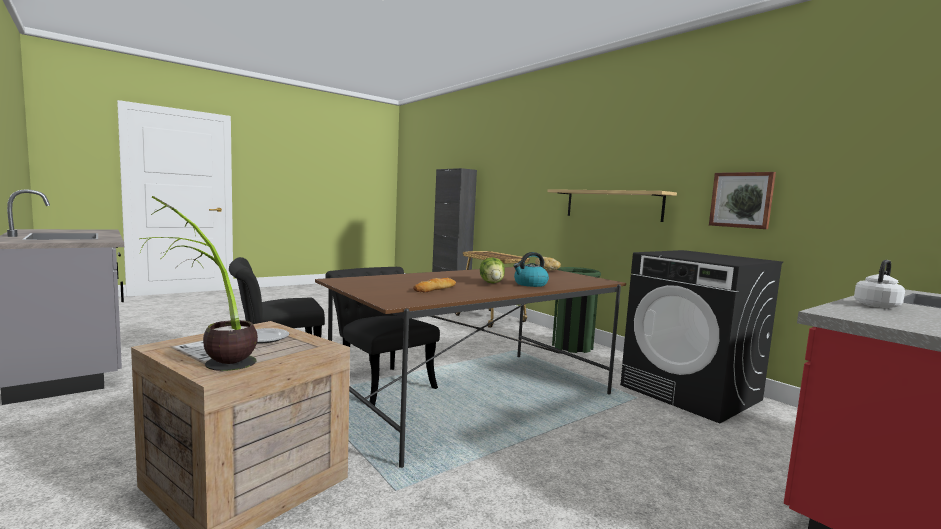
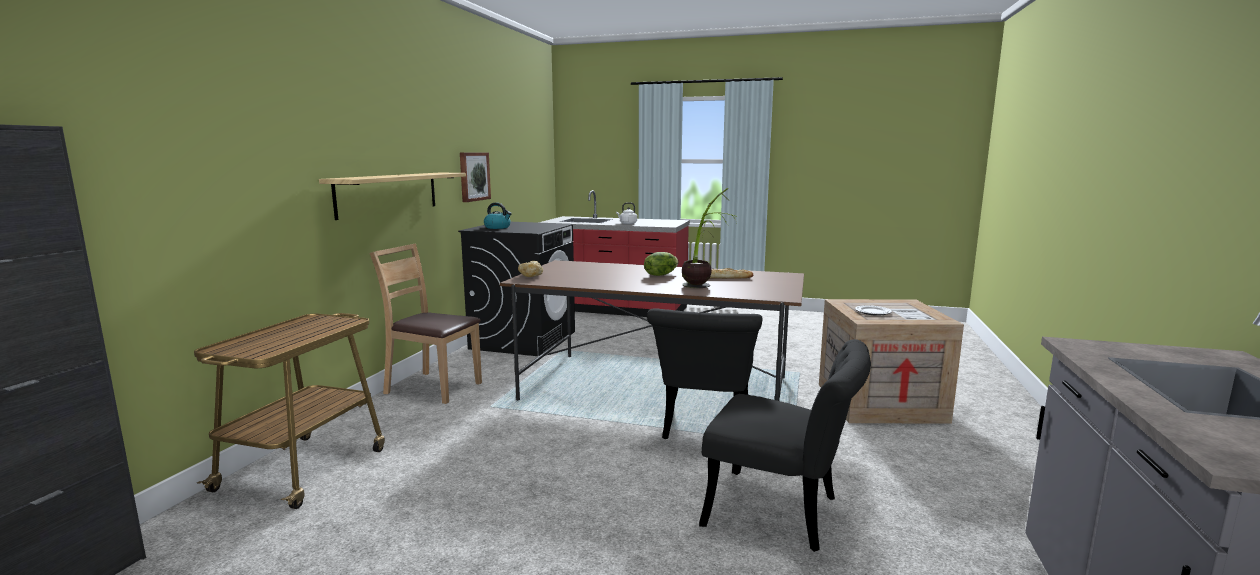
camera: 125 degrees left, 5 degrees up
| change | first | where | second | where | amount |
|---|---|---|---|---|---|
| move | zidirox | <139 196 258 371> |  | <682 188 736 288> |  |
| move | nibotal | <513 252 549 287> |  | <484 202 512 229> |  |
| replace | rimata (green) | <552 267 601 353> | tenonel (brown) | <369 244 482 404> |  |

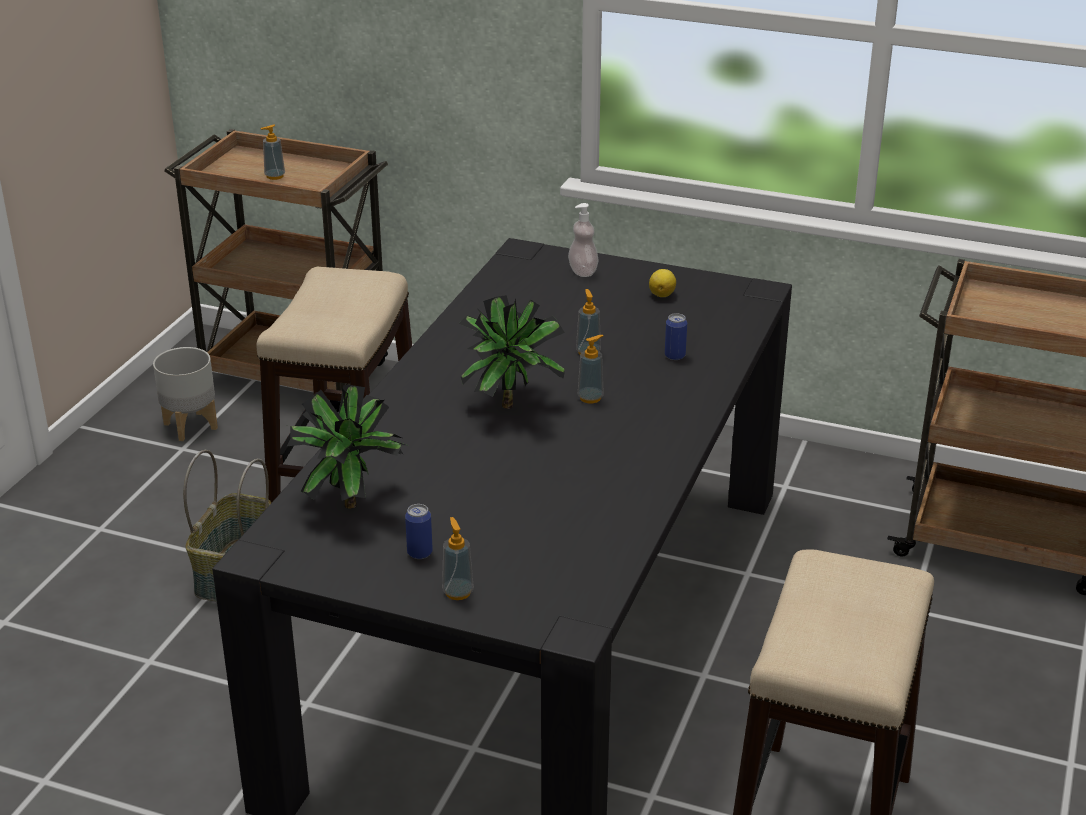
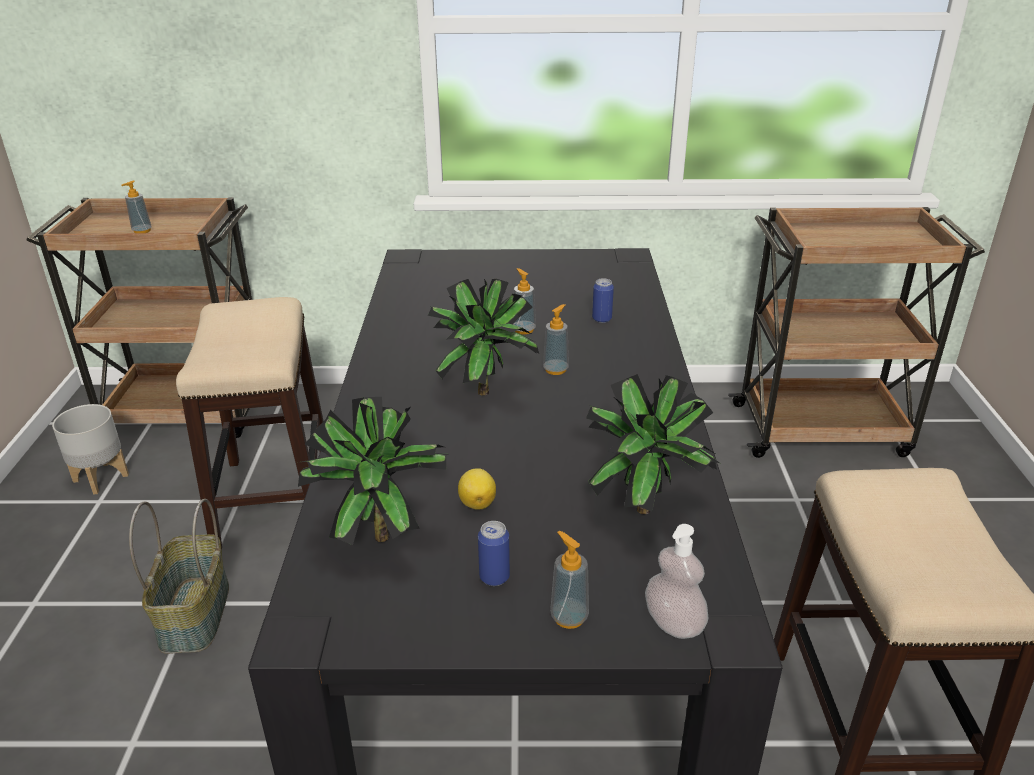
camera: 20 degrees left, 0 degrees up
| change | first | where | second | where | amount |
|---|---|---|---|---|---|
| move | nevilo | <568 203 599 277> |  | <645 524 708 639> |  |
| move | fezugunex | <649 269 676 297> |  | <458 468 496 510> |  |
| insert |  |  | zidirox | <586 374 720 514> |  |

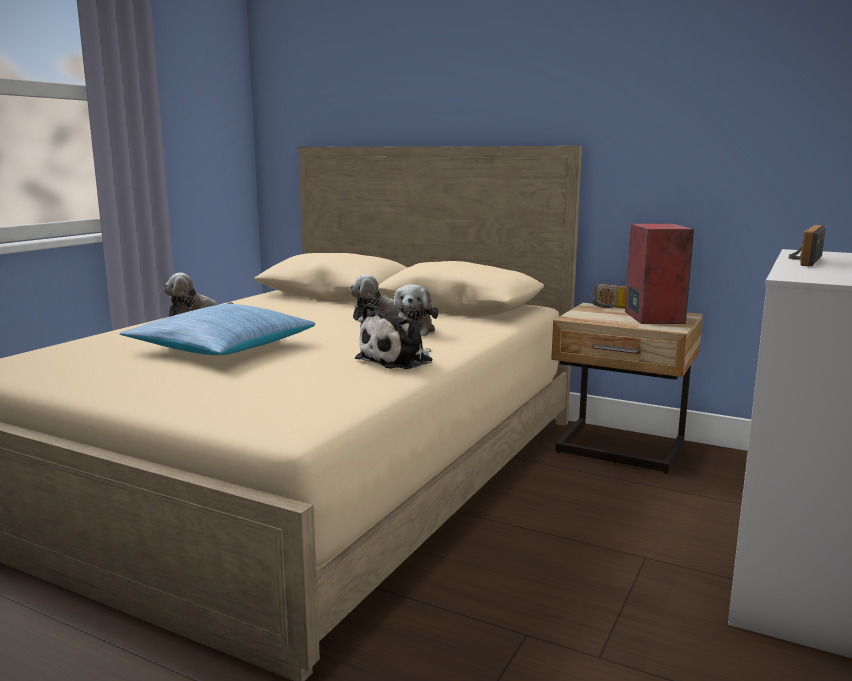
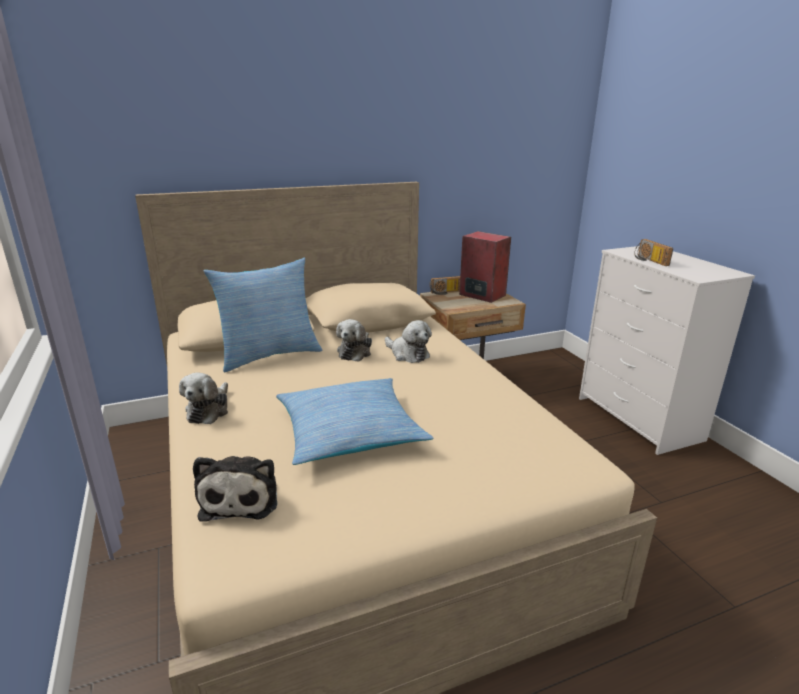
camera: 50 degrees left, 10 degrees up
| change | first | where | second | where | amount |
|---|---|---|---|---|---|
| move | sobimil | <355 303 432 369> |  | <193 456 277 522> |  |
| insert |  |  | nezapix | <204 258 323 372> |  |

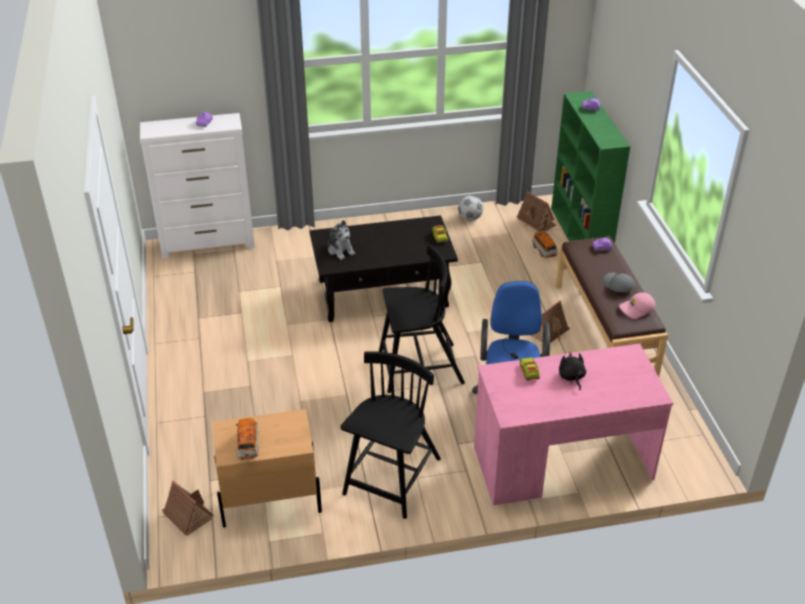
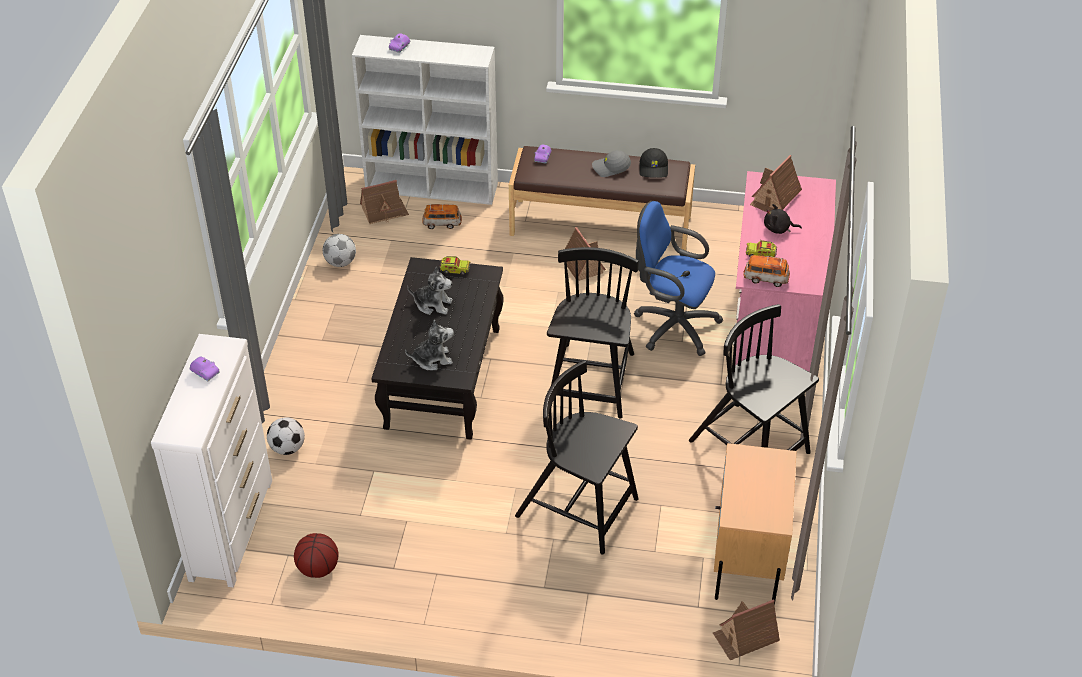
camera: 70 degrees left, 5 degrees up
| change | first | where | second | where | amount |
|---|---|---|---|---|---|
| move | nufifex | <236 418 259 460> |  | <743 255 790 287> |  |
| recolor | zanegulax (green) | <551 91 630 243> | zanegulax (white) | <352 35 498 205> |  |
| recolor | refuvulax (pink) | <619 292 656 319> | refuvulax (black) | <639 148 668 178> |  |
| insert |  |  | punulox | <267 417 305 455> |  |
| insert |  |  | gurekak | <294 533 339 578> |  |
| insert |  |  | sobimil | <407 267 453 315> |  |
| insert |  |  | tenonel (black) | <515 360 639 554> |  |
| insert |  |  | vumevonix | <750 155 802 212> |  |

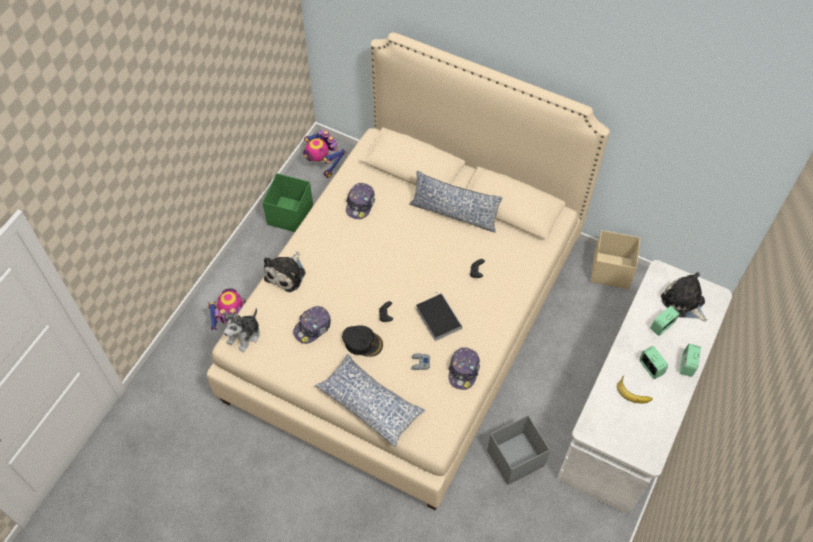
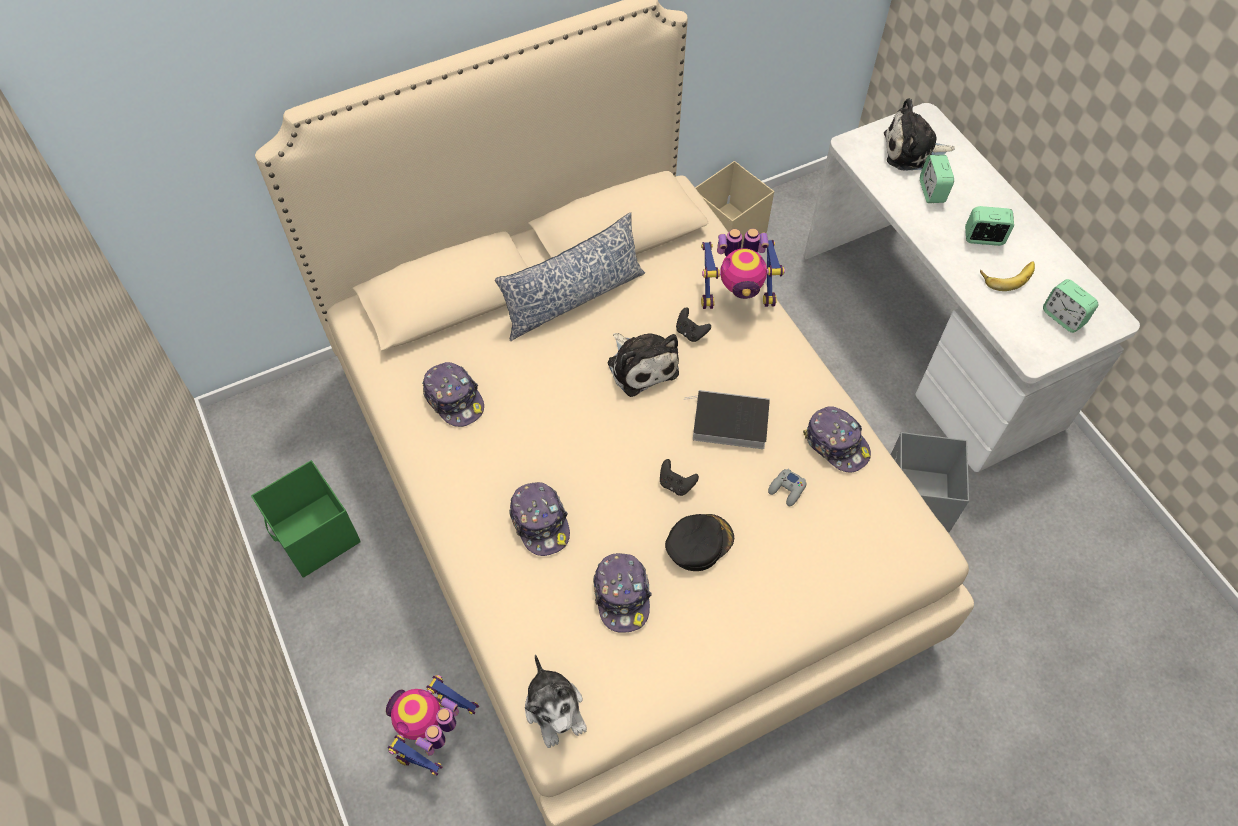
camera: 55 degrees left, 0 degrees up
| change | first | where | second | where | amount |
|---|---|---|---|---|---|
| move | sobimil | <264 252 305 292> |  | <608 333 679 397> |  |
| move | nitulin | <303 129 346 178> |  | <701 228 785 309> |  |
| delete | nezapix | <315 354 425 447> |  |  |  |
| move | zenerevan | <680 344 701 377> |  | <1043 279 1098 333> |  |
| insert |  |  | refuvulax | <509 482 570 556> |  |

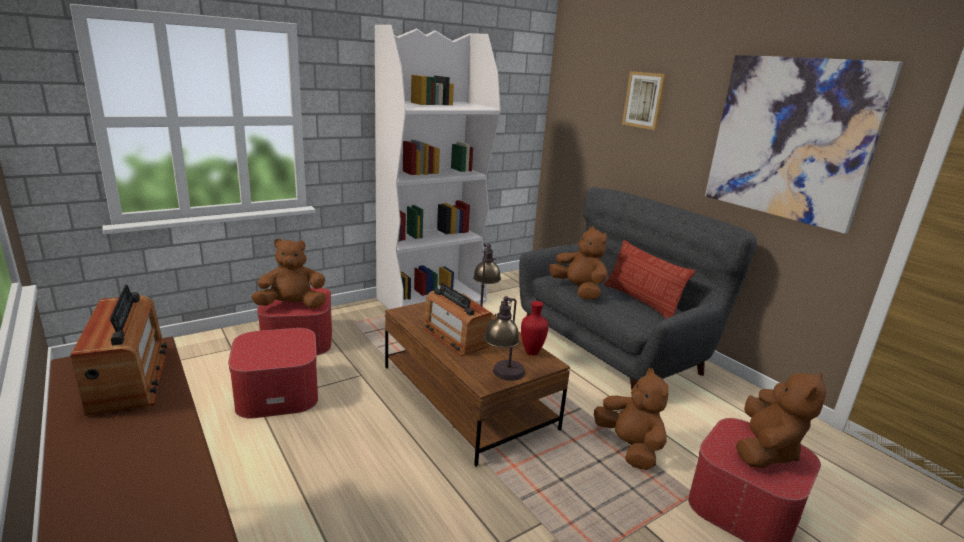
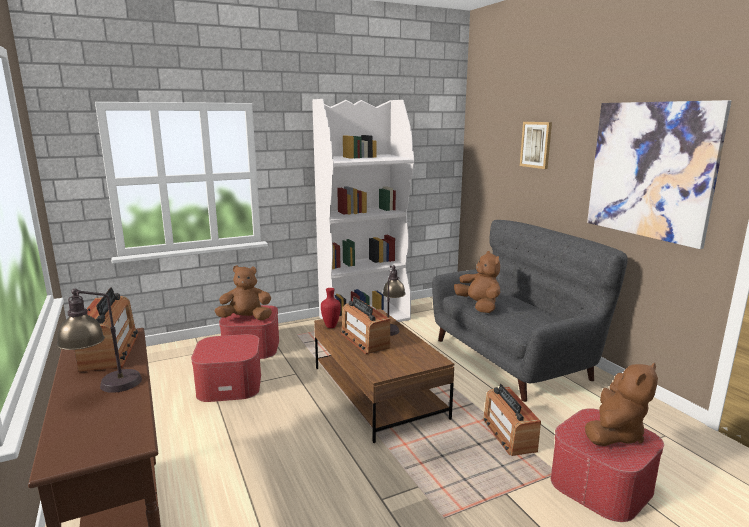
camera: 10 degrees right, 5 degrees down
| change | first | where | second | where | amount |
|---|---|---|---|---|---|
| move | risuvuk | <484 296 525 381> |  | <57 289 142 393> |  |
| move | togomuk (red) | <521 301 549 355> |  | <321 288 341 328> |  |
| replace | sobimil (brown) | <594 368 669 470> | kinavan | <483 384 541 456> |  |
| delete | nezapix | <604 240 695 319> |  |  |  |

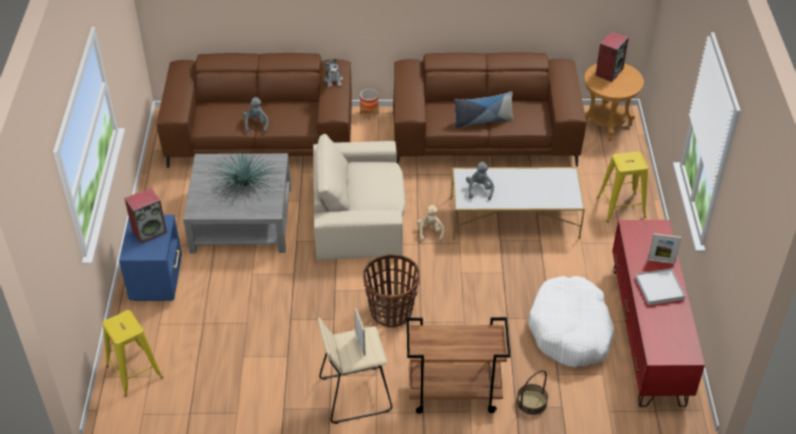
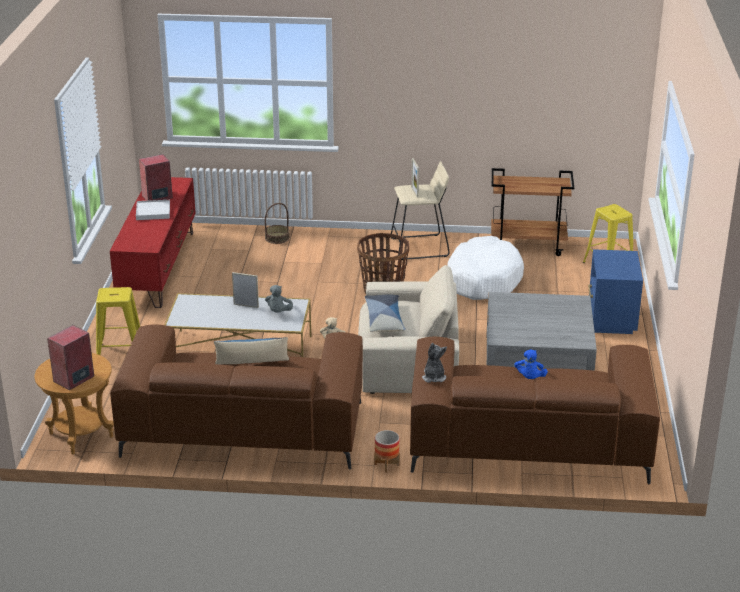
camera: 175 degrees left, 15 degrees down
| change | first | where | second | where | amount |
|---|---|---|---|---|---|
| move | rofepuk | <124 188 167 244> |  | <139 154 173 201> |  |
| delete | zidirox | <206 151 283 206> |  |  |  |
| recolor | sobimil (grey) | <243 97 269 133> | sobimil (blue) | <514 349 548 379> |  |
| move | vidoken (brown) | <407 317 511 414> |  | <491 168 574 256> |  |
| move | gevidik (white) | <528 276 614 367> |  | <447 236 524 300> |  |
| move | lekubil | <648 233 681 264> |  | <232 272 259 308> |  |
| insert |  |  | nezapix | <365 294 406 332> |  |

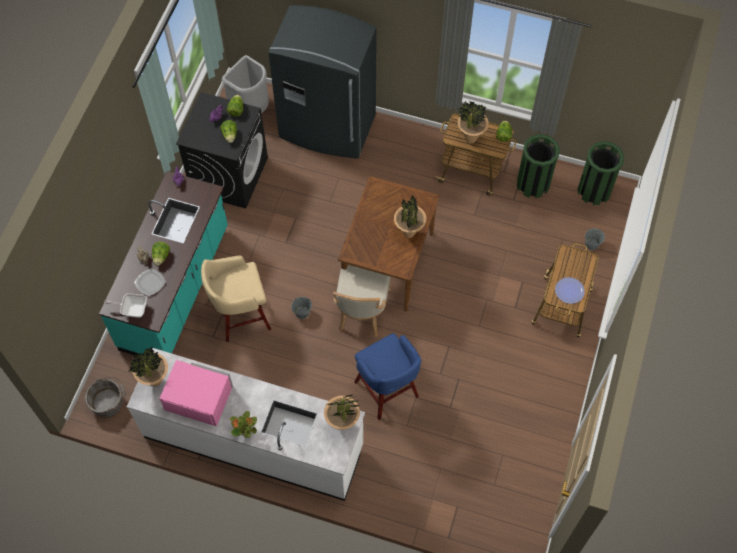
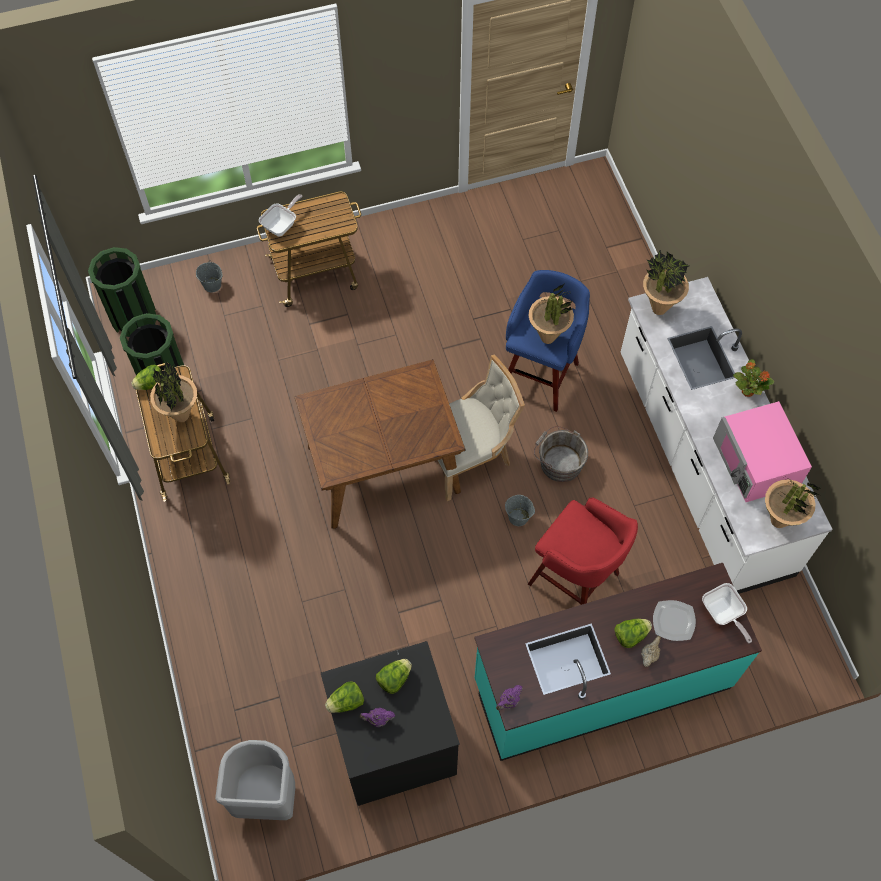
camera: 125 degrees left, 0 degrees up
| change | first | where | second | where | amount |
|---|---|---|---|---|---|
| move | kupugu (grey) | <85 377 126 418> |  | <534 426 588 482> |  |
| recolor | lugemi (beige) | <201 255 271 342> | lugemi (red) | <528 497 638 605> |  |
| delete | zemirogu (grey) | <268 5 377 159> |  |  |  |
| move | zidirox | <394 195 426 238> |  | <529 284 574 344> |  |
| delete | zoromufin | <555 277 585 304> |  |  |  |
| insert |  |  | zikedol | <259 194 302 236> |  |

